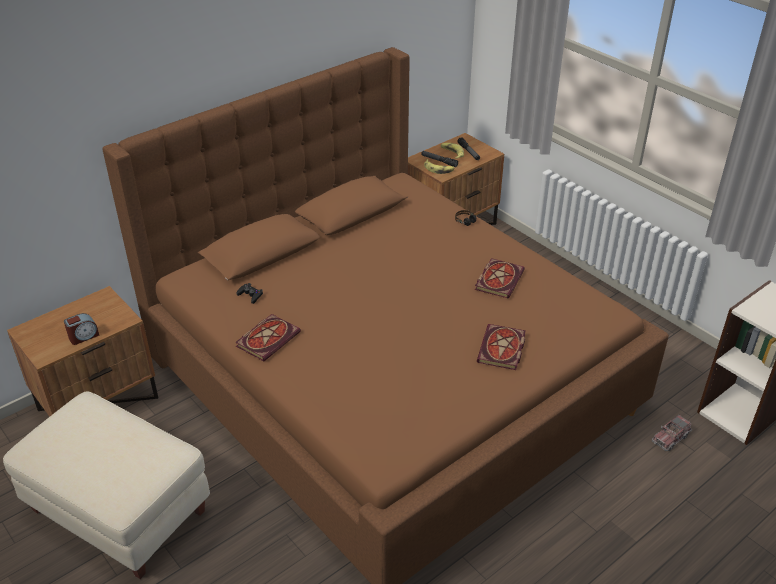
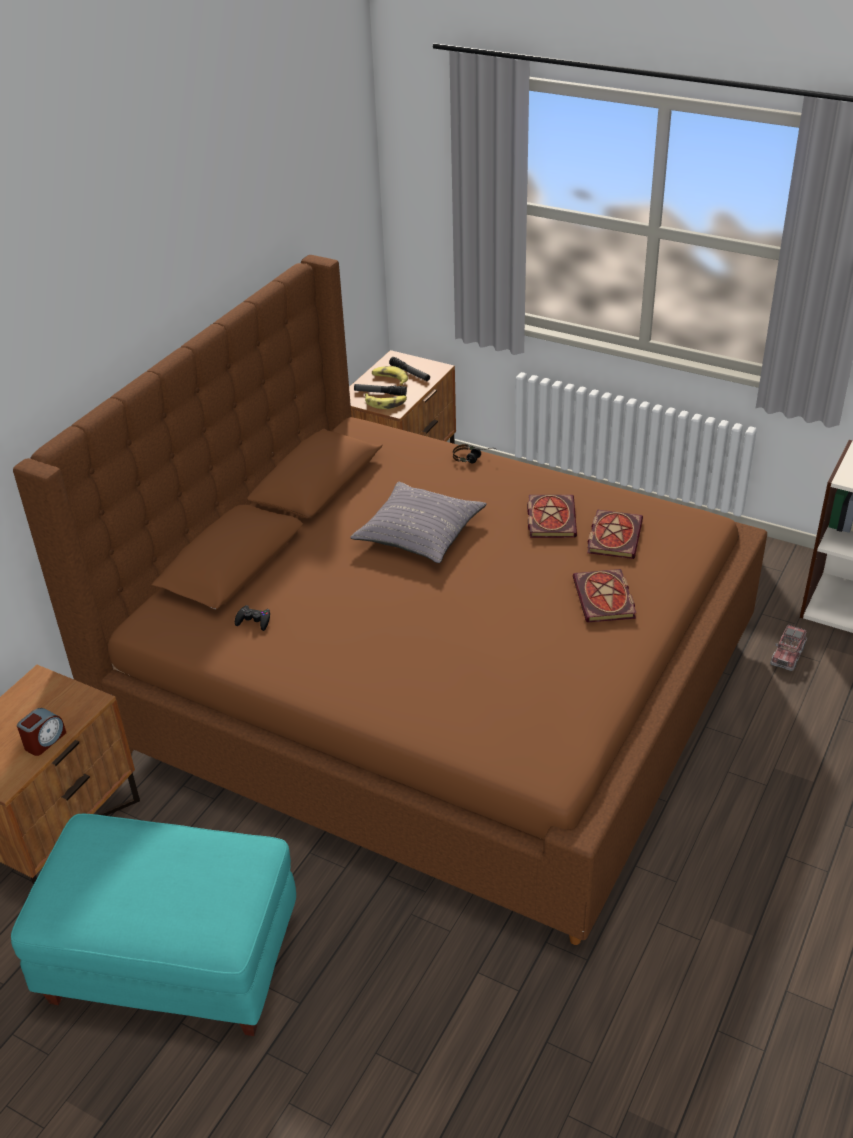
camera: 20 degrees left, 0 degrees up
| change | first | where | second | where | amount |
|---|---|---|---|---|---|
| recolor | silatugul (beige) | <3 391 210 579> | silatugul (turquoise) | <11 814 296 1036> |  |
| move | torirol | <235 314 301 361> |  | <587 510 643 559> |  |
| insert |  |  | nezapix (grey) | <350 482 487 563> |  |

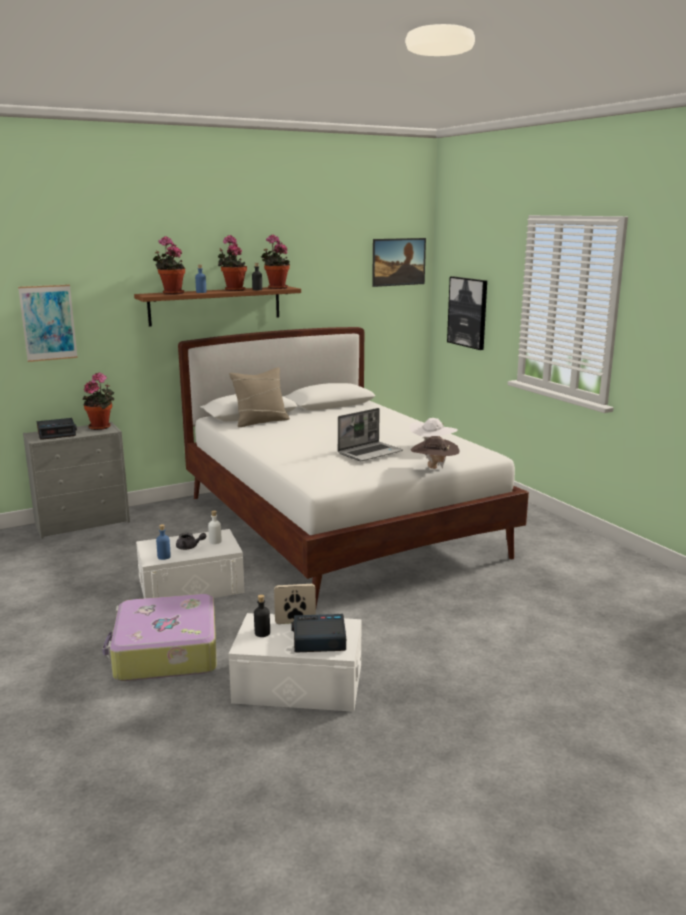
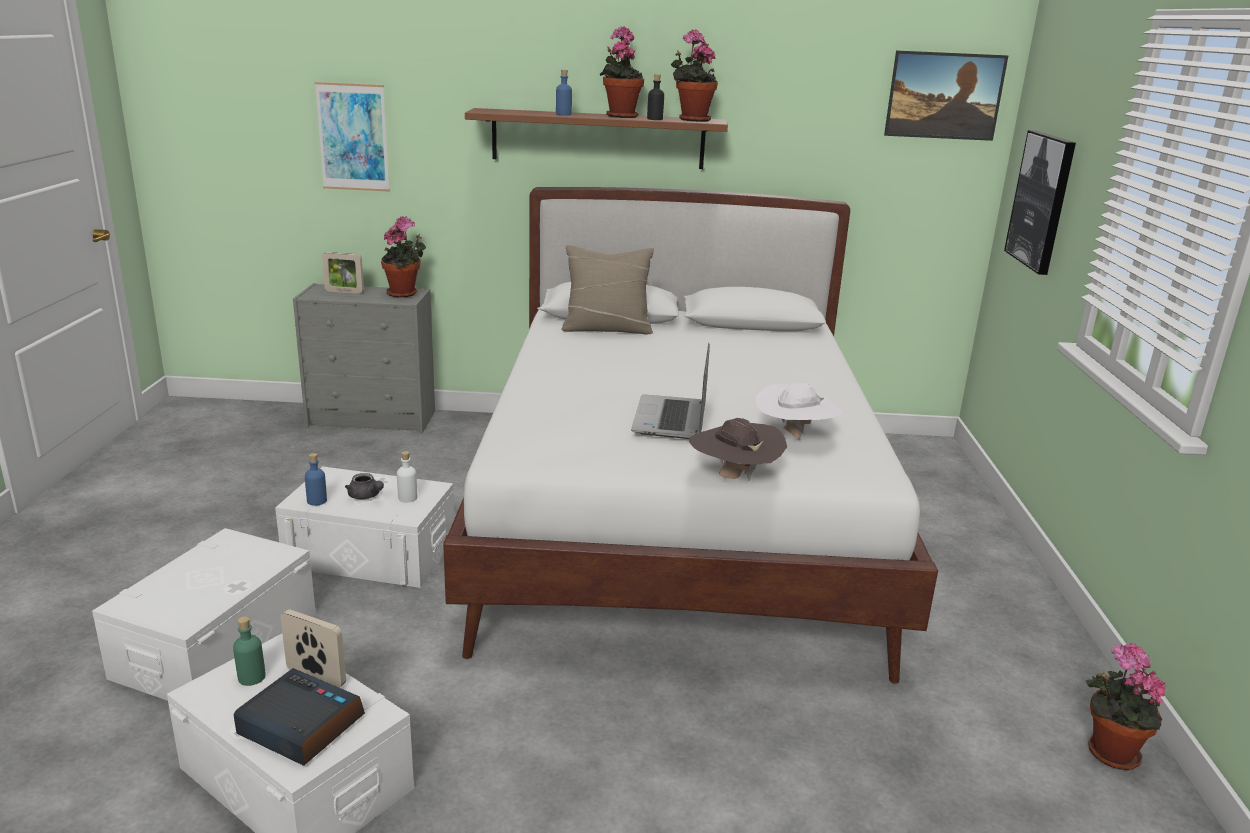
camera: 30 degrees right, 5 degrees up
| change | first | where | second | where | amount |
|---|---|---|---|---|---|
| replace | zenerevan | <37 418 77 440> | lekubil | <322 252 364 294> |  |
| replace | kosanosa | <102 594 217 681> | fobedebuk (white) | <92 528 316 701> |  |
| move | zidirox | <153 236 185 294> |  | <1086 643 1166 770> |  |
| recolor | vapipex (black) | <254 594 270 637> | vapipex (green) | <233 616 266 686> |  |
| rotate | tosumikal | <338 408 403 461> |  | <631 343 710 439> | 105 degrees clockwise |

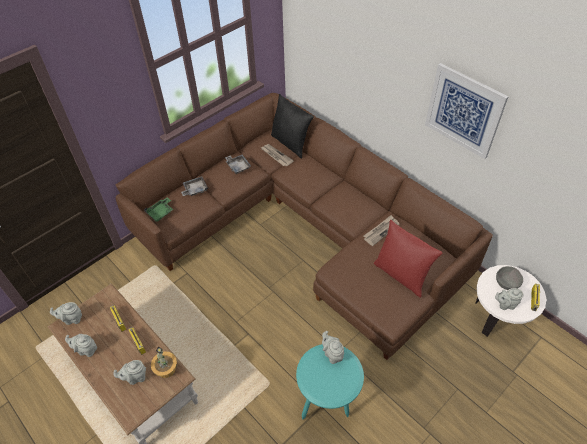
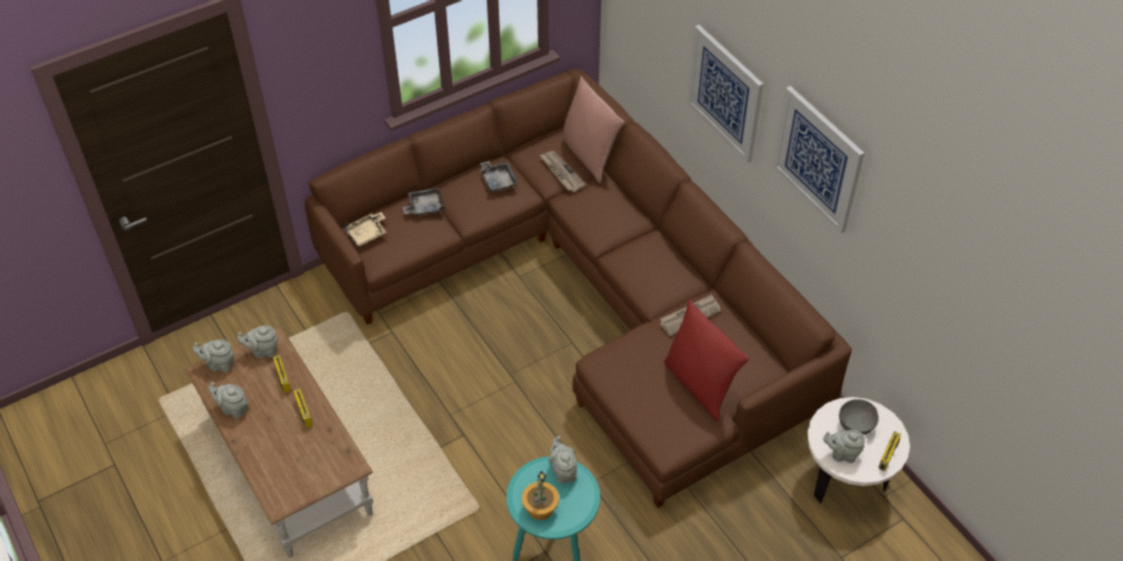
camera: 10 degrees right, 0 degrees up
| change | first | where | second | where | amount |
|---|---|---|---|---|---|
| move | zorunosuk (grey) | <113 360 146 385> |  | <237 325 279 358> |  |
| recolor | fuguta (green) | <144 197 173 222> | fuguta (beige) | <344 212 386 246> |  |
| move | zidirox | <151 346 177 378> |  | <522 471 559 520> |  |
| recolor | nezapix (black) | <271 94 314 159> | nezapix (pink) | <561 76 624 183> |  |
| insert |  |  | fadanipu | <687 25 763 163> |  |

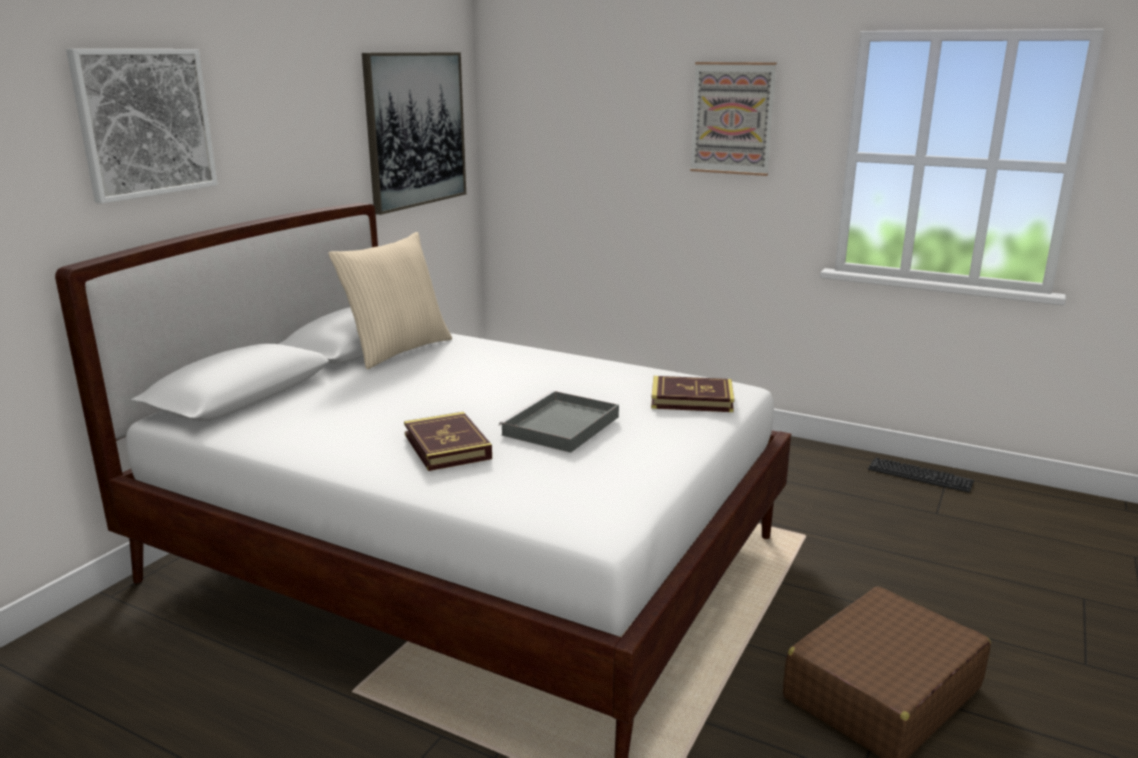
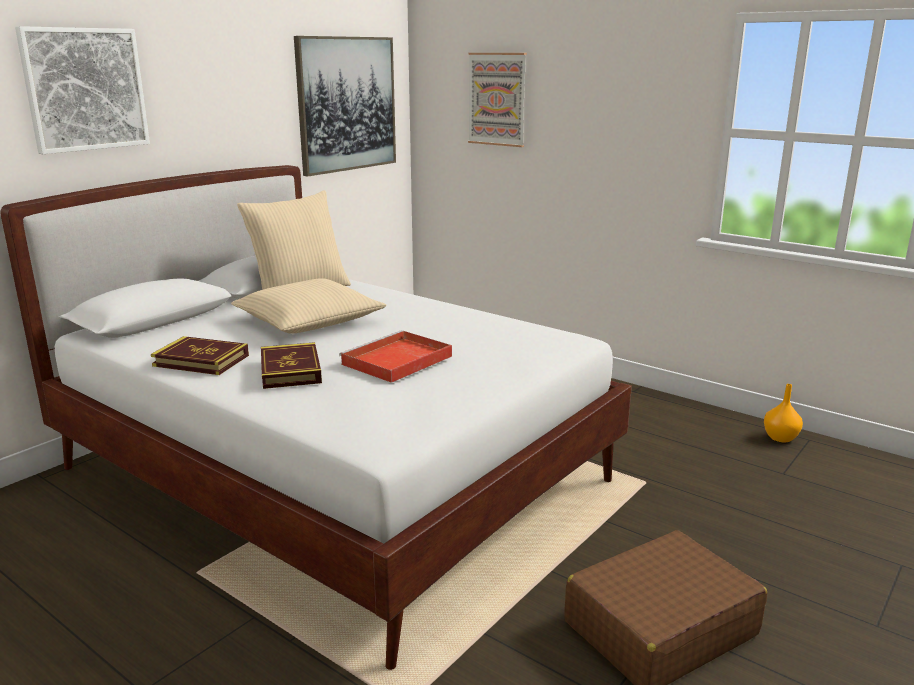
camera: 10 degrees right, 0 degrees up
| change | first | where | second | where | amount |
|---|---|---|---|---|---|
| recolor | fuguta (grey) | <499 391 619 453> | fuguta (red) | <339 330 452 383> |  |
| move | torirol | <651 376 734 412> |  | <151 336 249 375> |  |
| move | fadanipu | <690 62 777 176> |  | <468 53 527 147> |  |
| replace | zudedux | <868 457 974 493> | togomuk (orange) | <764 384 803 442> |  |
| insert |  |  | nezapix (beige) | <231 278 386 334> |  |

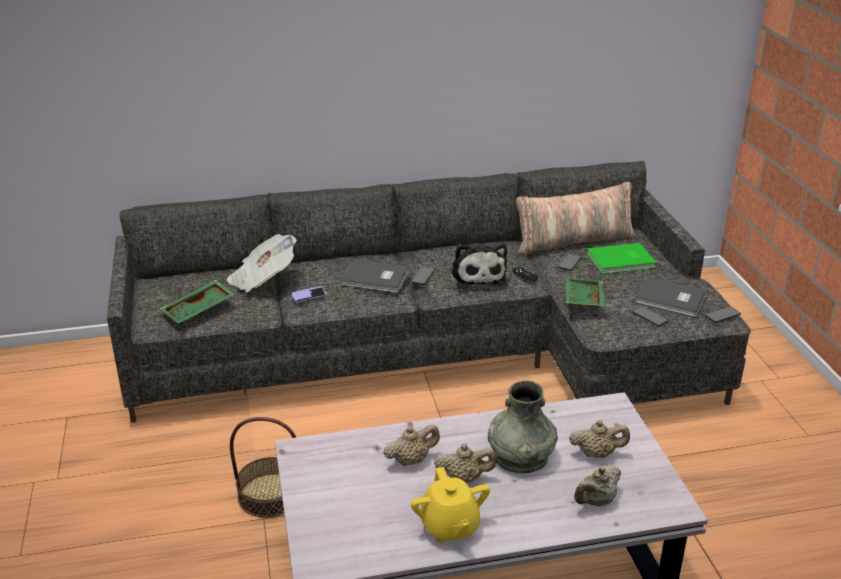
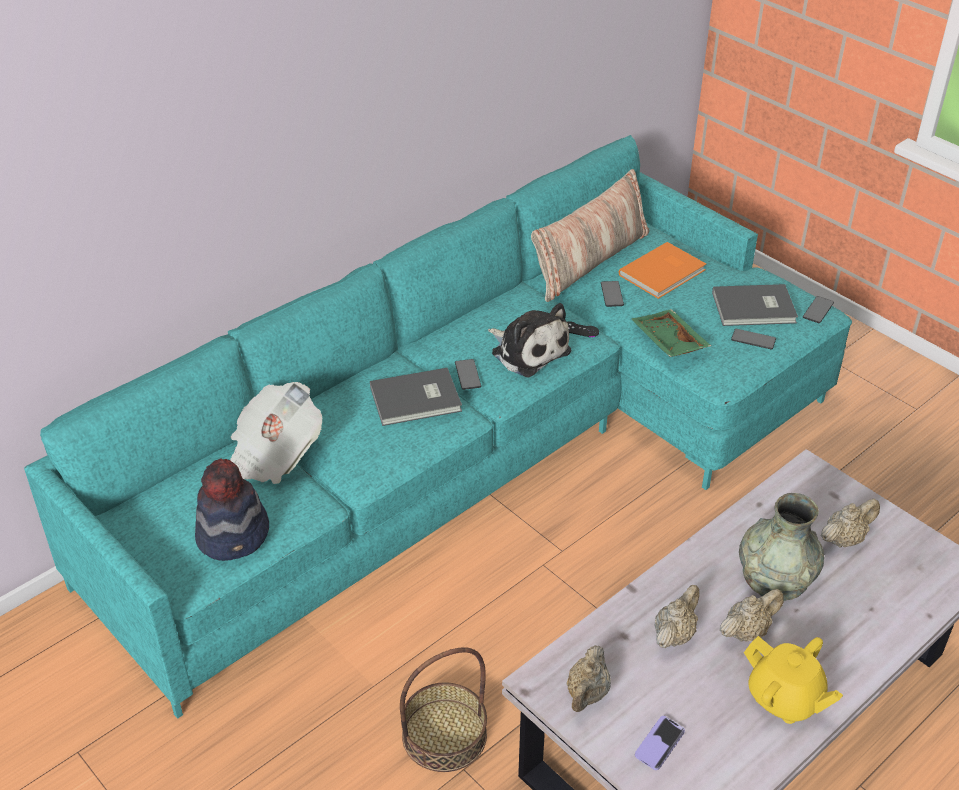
camera: 30 degrees left, 10 degrees up
| change | first | where | second | where | amount |
|---|---|---|---|---|---|
| recolor | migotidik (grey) | <107 161 751 423> | migotidik (turquoise) | <24 135 852 719> |  |
| replace | fuguta (green) | <160 280 234 324> | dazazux | <195 459 269 561> |  |
| move | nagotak | <292 286 327 303> |  | <635 716 685 770> |  |
| move | zorunosuk (beige) | <574 466 621 506> |  | <566 645 611 712> |  |
| recolor | torirol (green) | <587 243 657 274> | torirol (orange) | <619 242 706 299> |  |

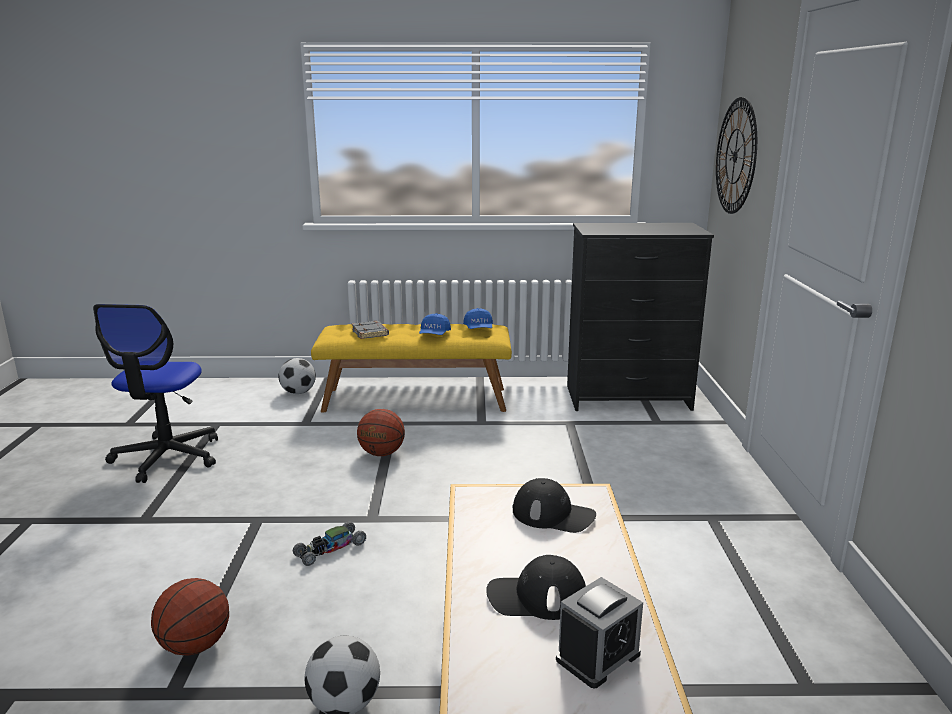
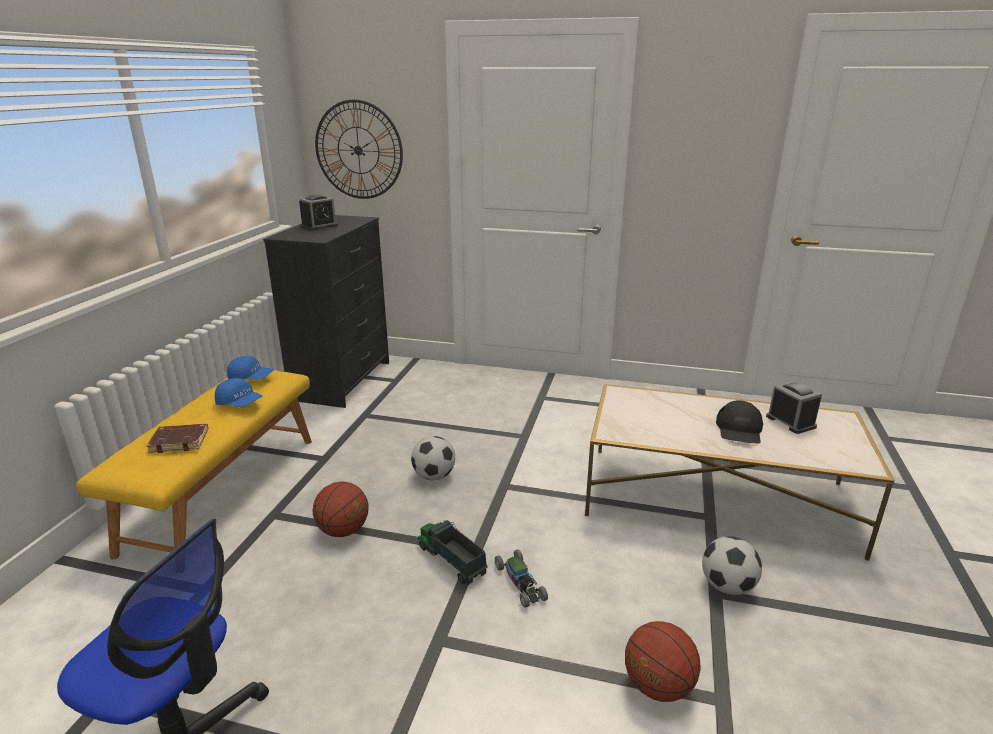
camera: 75 degrees left, 5 degrees up
| change | first | where | second | where | amount |
|---|---|---|---|---|---|
| move | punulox | <279 358 316 394> |  | <411 436 455 480> |  |
| recolor | torirol (grey) | <352 321 389 339> | torirol (brown) | <146 424 208 453> |  |
| delete | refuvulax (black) | <513 478 596 533> |  |  |  |
| insert |  |  | zenerevan | <299 195 338 231> |  |
| insert |  |  | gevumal | <418 520 488 585> |  |

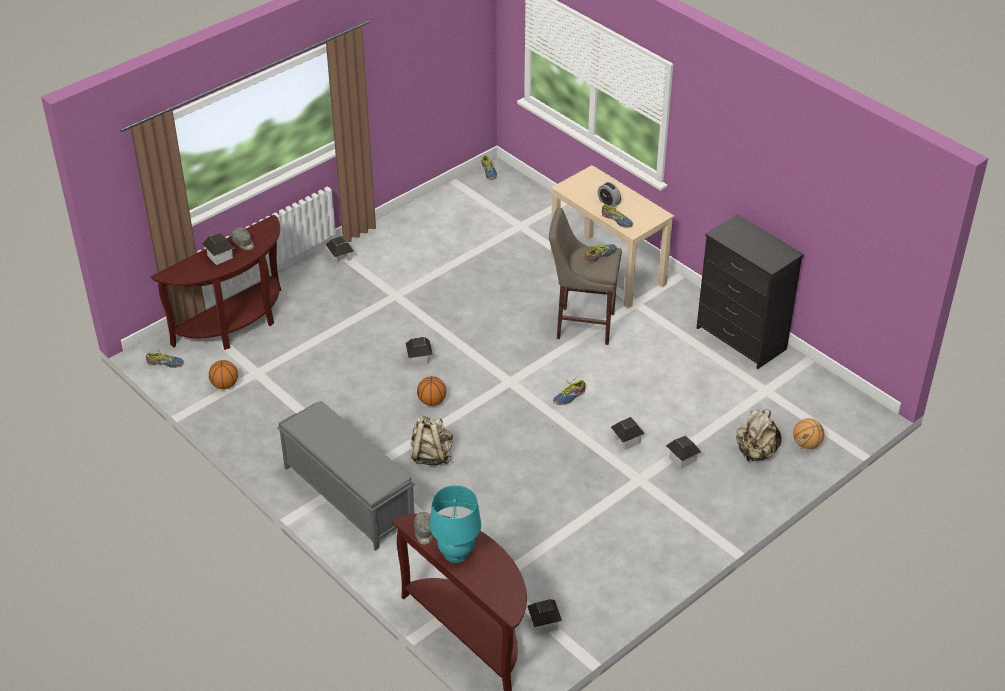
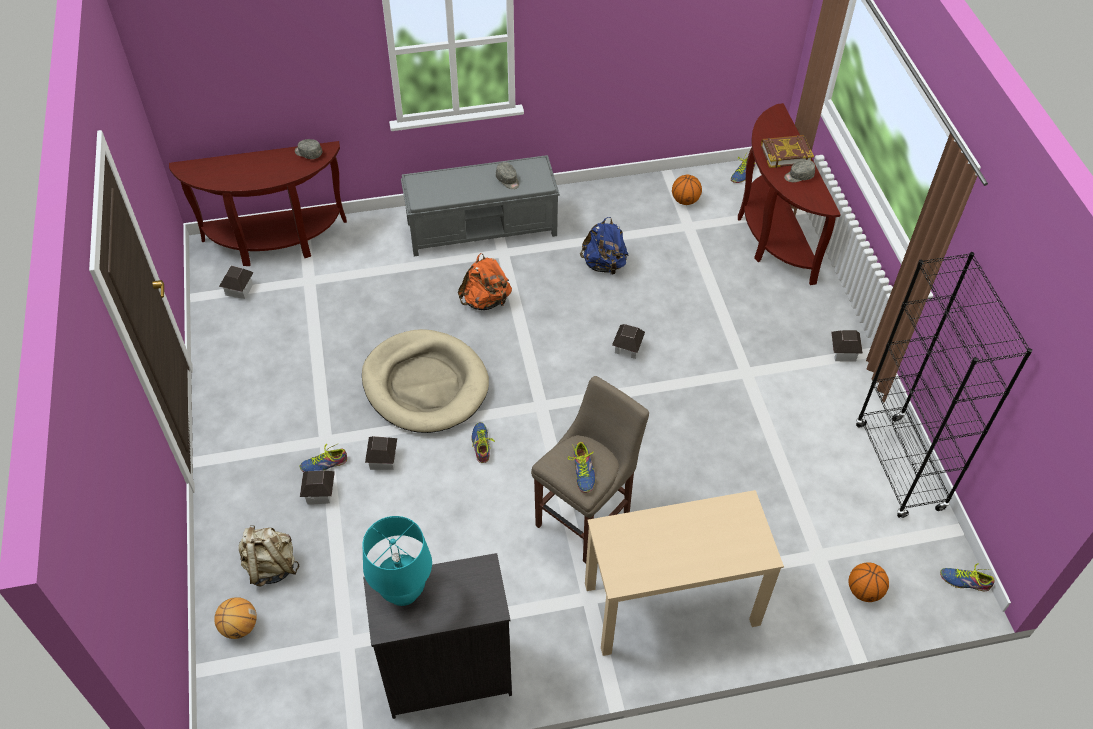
camera: 120 degrees right, 10 degrees up
| change | first | where | second | where | amount |
|---|---|---|---|---|---|
| replace | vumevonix | <202 233 234 265> | torirol | <761 135 814 168> |  |
| recolor | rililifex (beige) | <410 415 453 466> | rililifex (orange) | <458 253 512 310> |  |
| move | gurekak | <417 376 446 406> |  | <849 562 889 602> |  |
| move | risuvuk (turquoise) | <430 485 481 563> |  | <363 516 432 606> |  |
| delete | zenerevan | <598 182 621 207> |  |  |  |
| move | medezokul | <602 204 633 228> |  | <300 444 347 472> |  |
| insert |  |  | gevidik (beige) | <362 329 489 433> |  |
| insert |  |  | refuvulax (grey) | <496 162 519 189> |  |
| insert |  |  | rililifex (blue) | <580 217 629 275> |  |
| insert |  |  | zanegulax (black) | <856 252 1032 518> |  |

